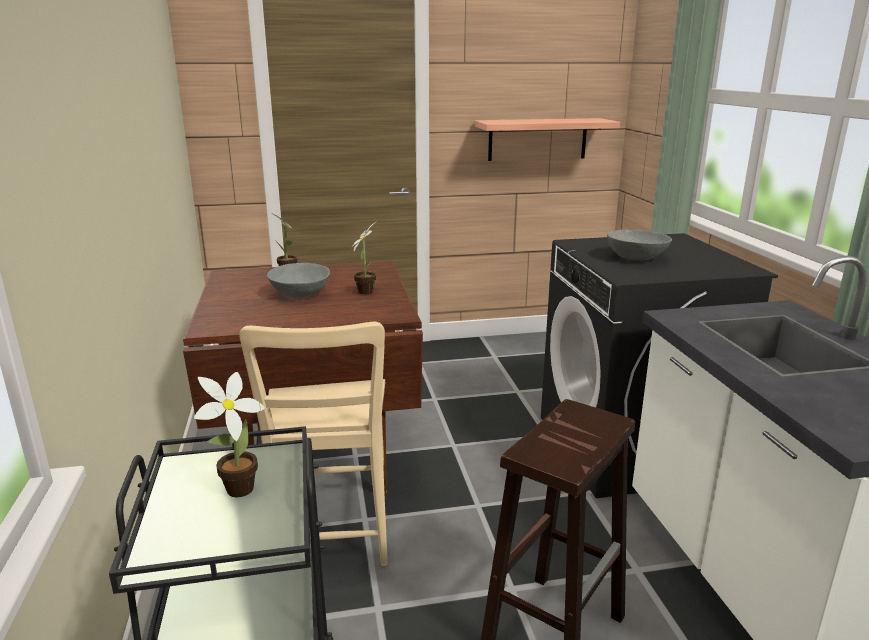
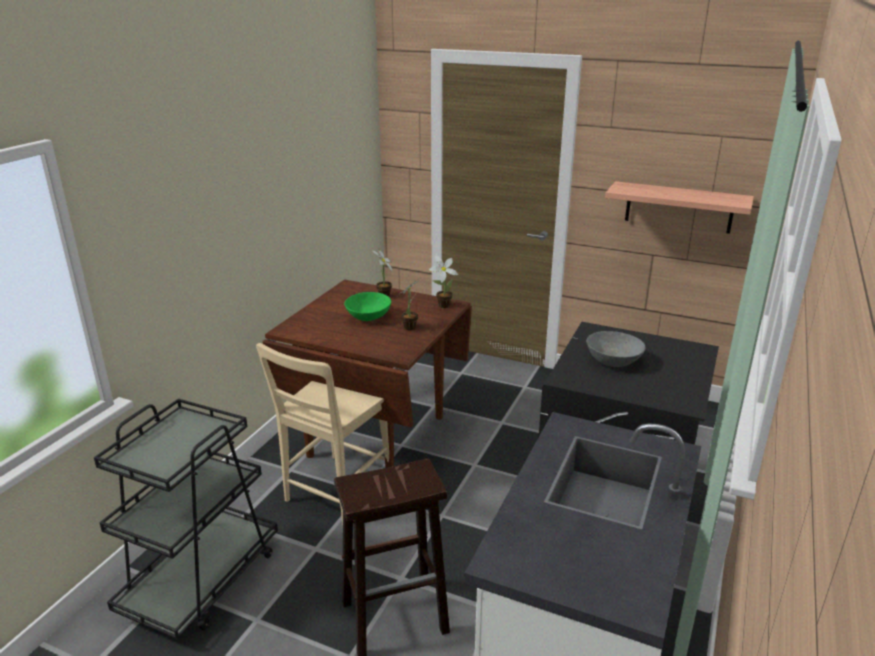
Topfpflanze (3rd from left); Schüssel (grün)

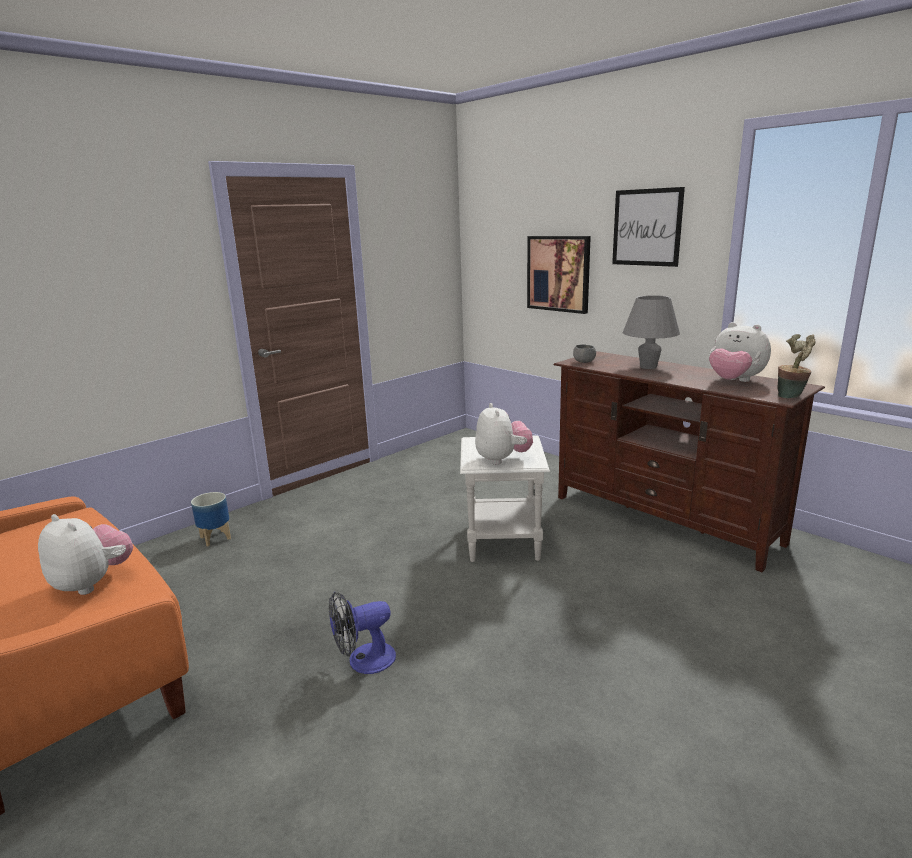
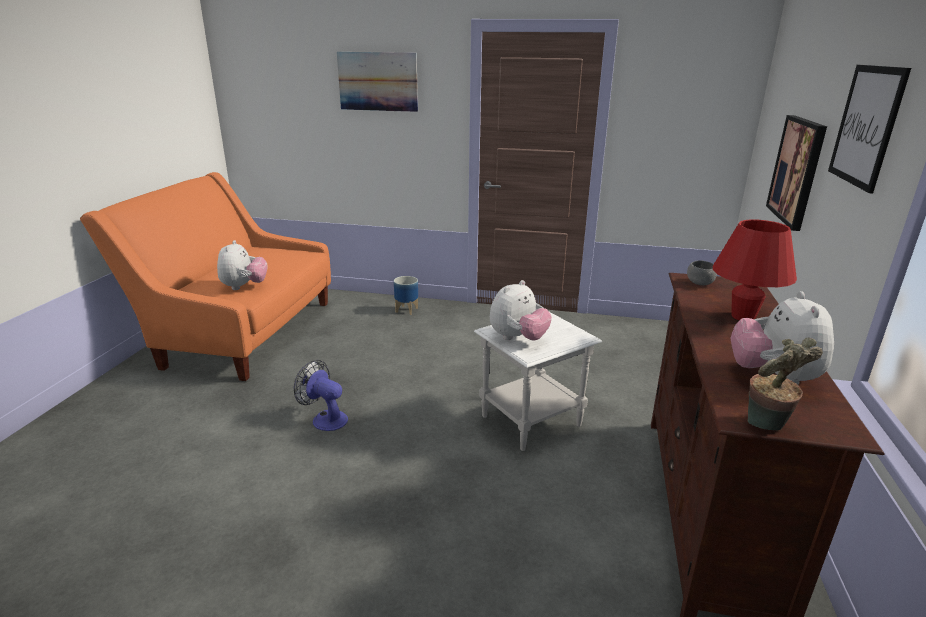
Bild (1st from left); Tischlampe (rot)

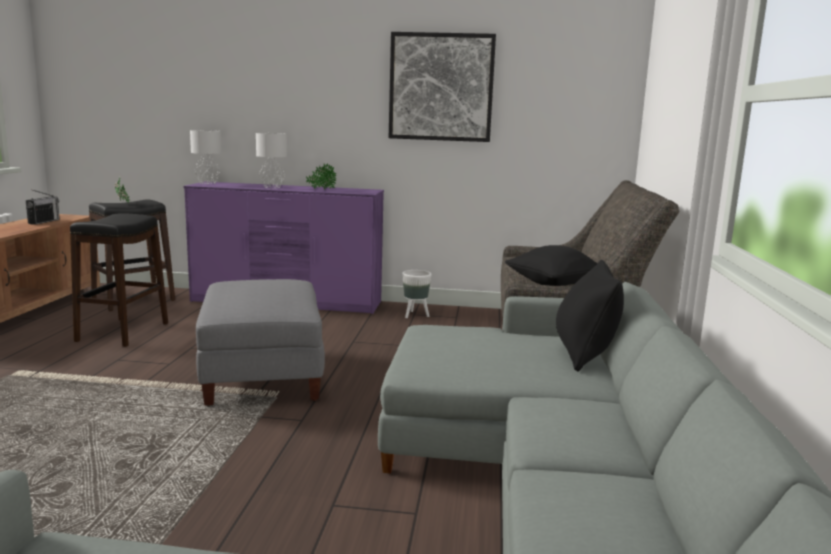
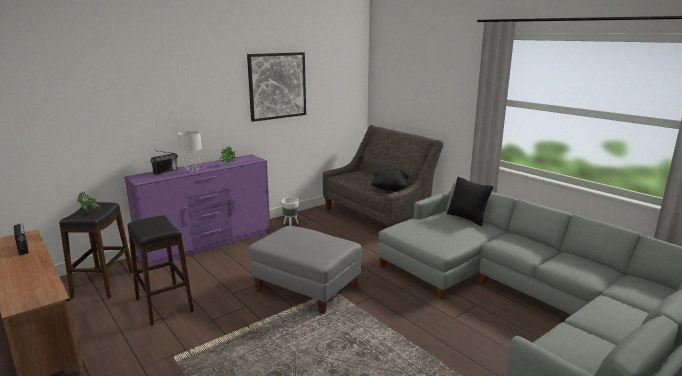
Tischlampe (grau) (1st from left in the first image); Radio (2nd from left)

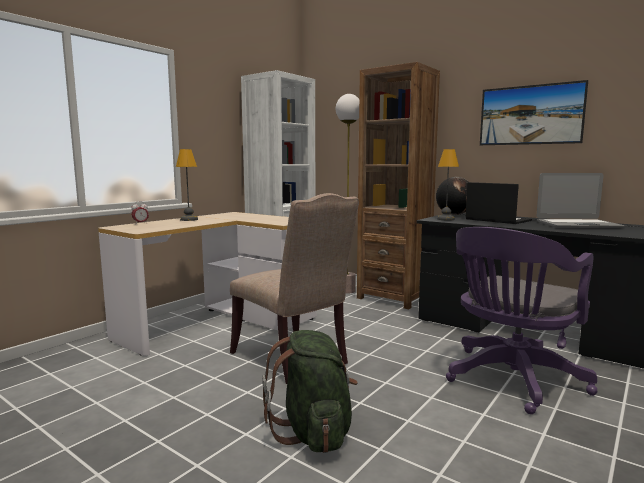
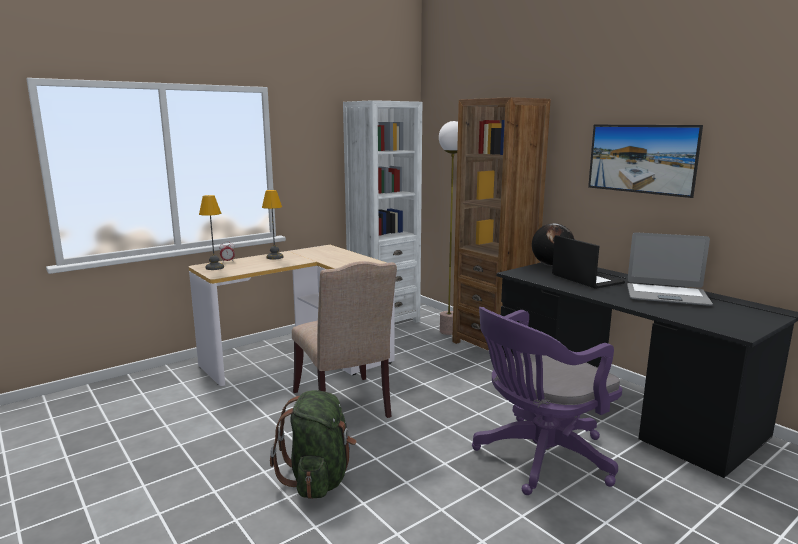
Tischlampe (1st from left)

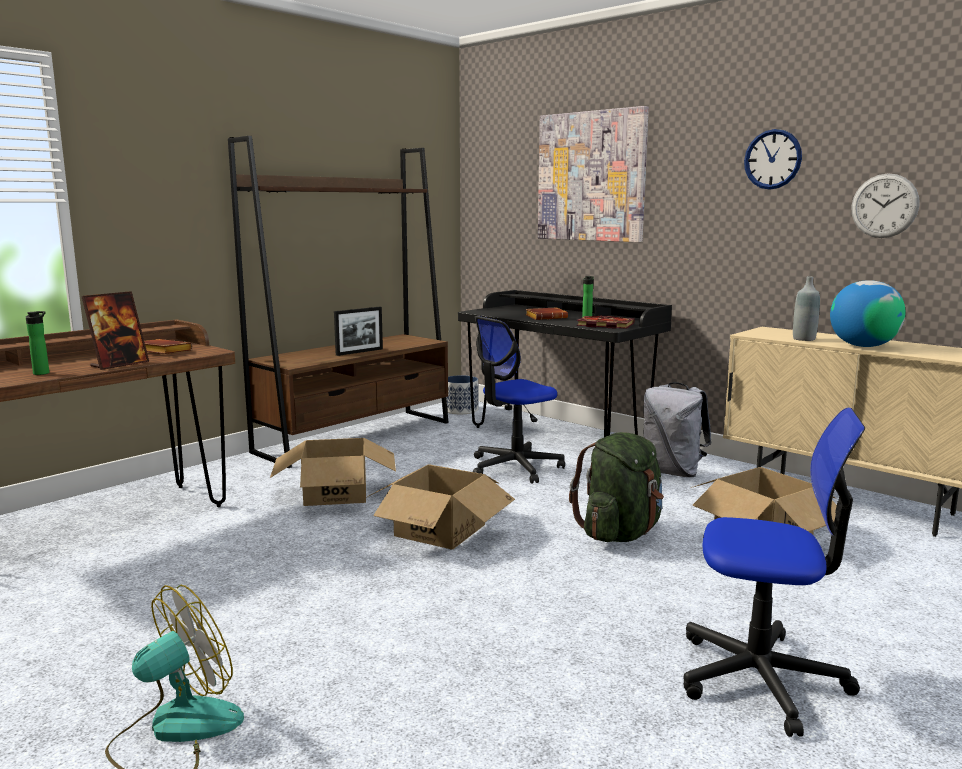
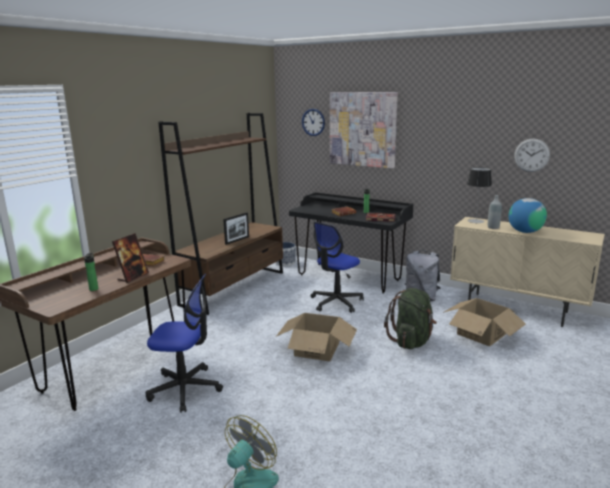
Karton (1st from left in the first image); Tischlampe; Bürostuhl (1st from left); Wanduhr (1st from left)

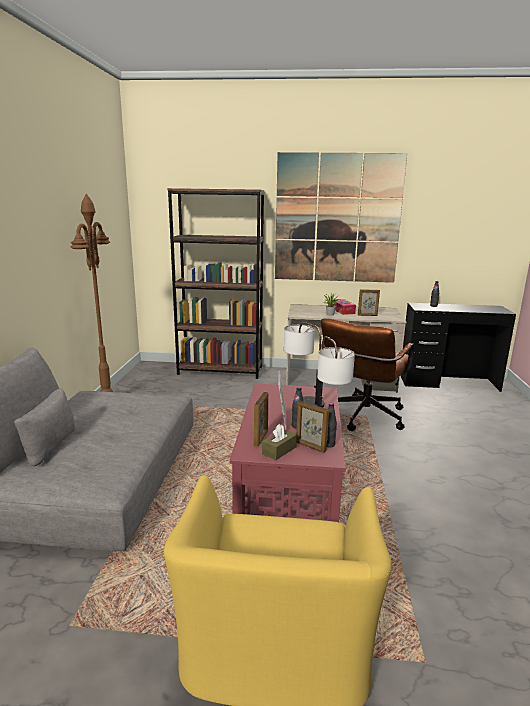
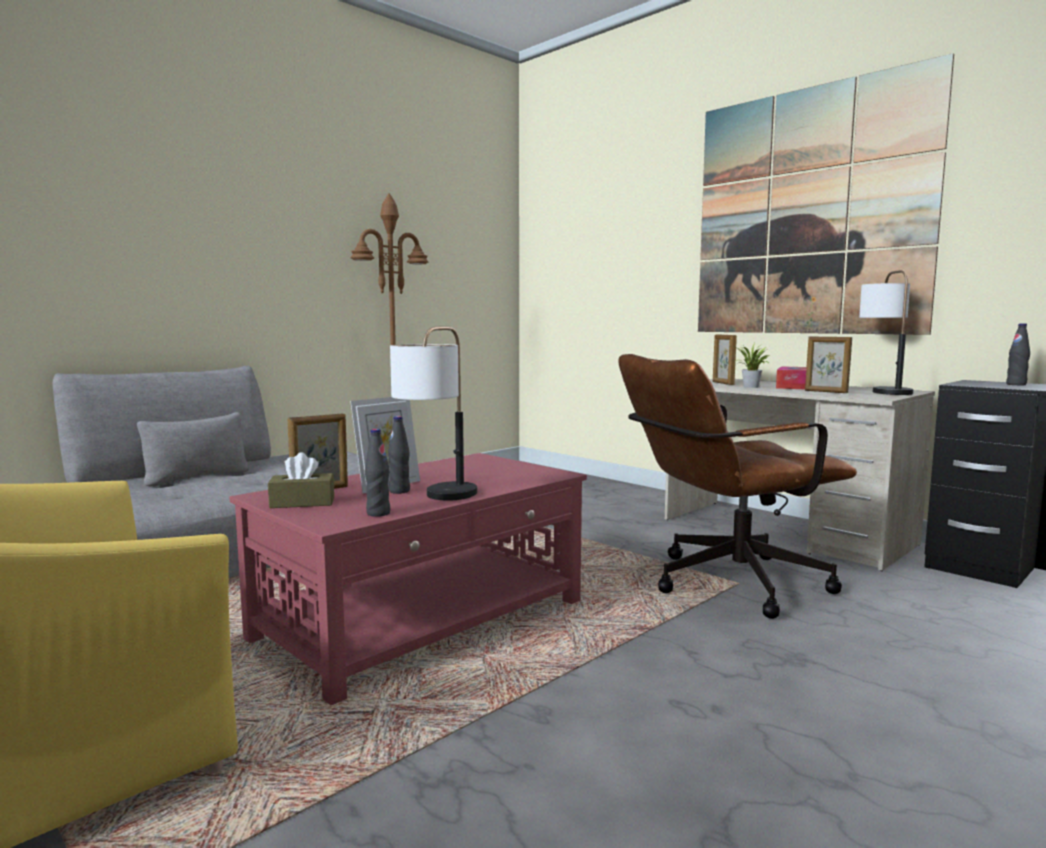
Bücherregal (braun); Tischlampe (2nd from left); Bilderrahmen (3rd from left)

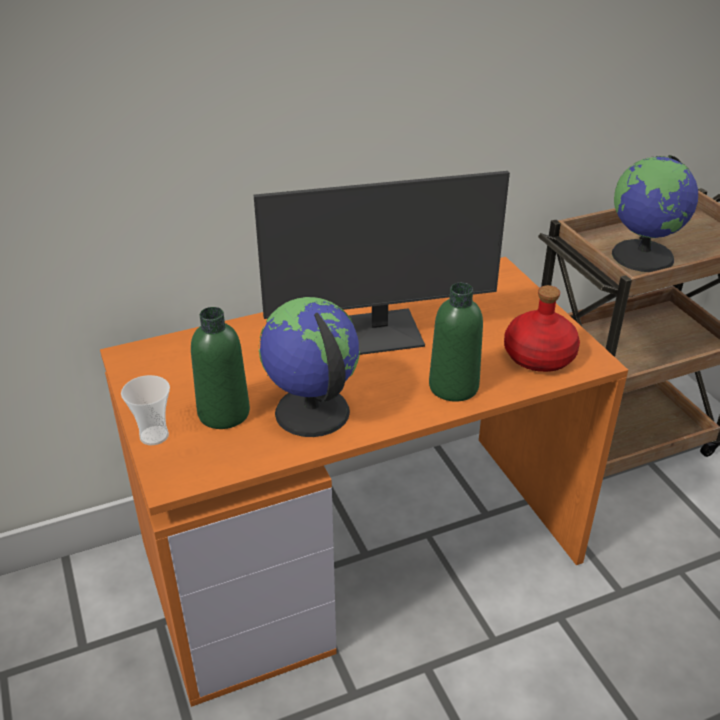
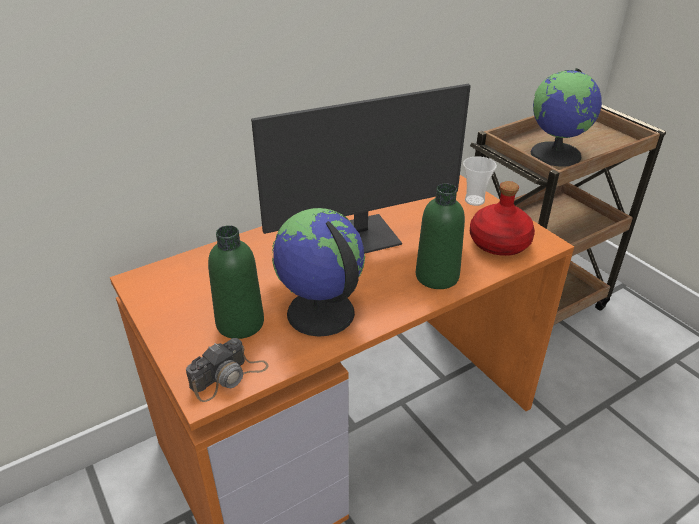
Kamera; Tasse

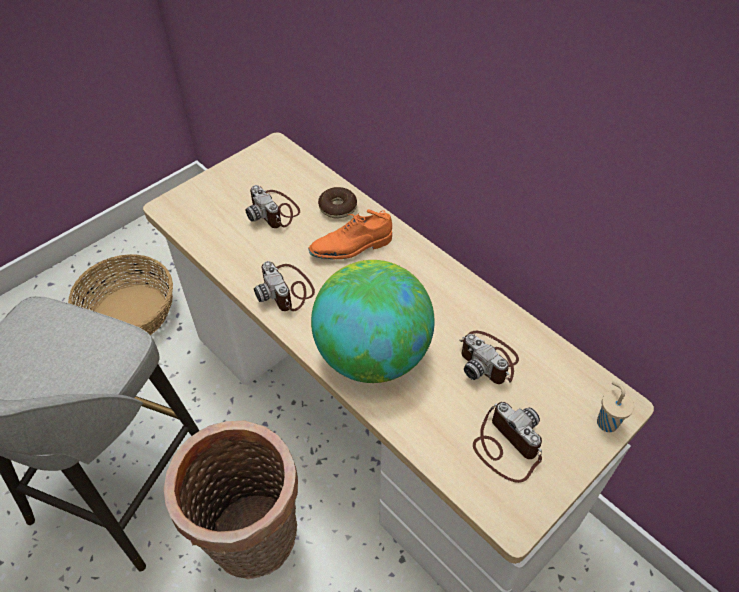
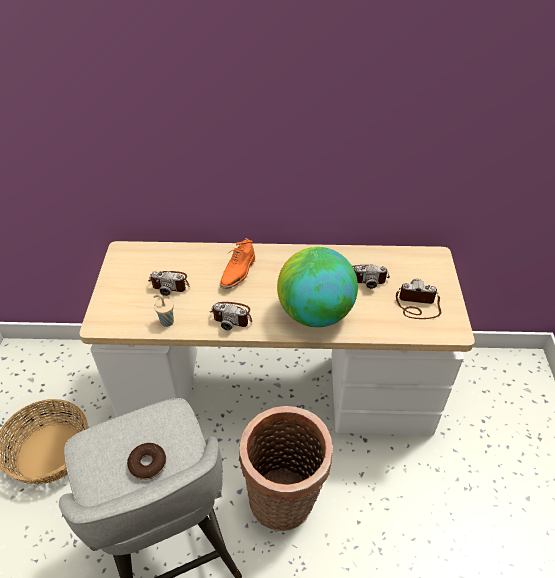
Donut; Tasse (beige)

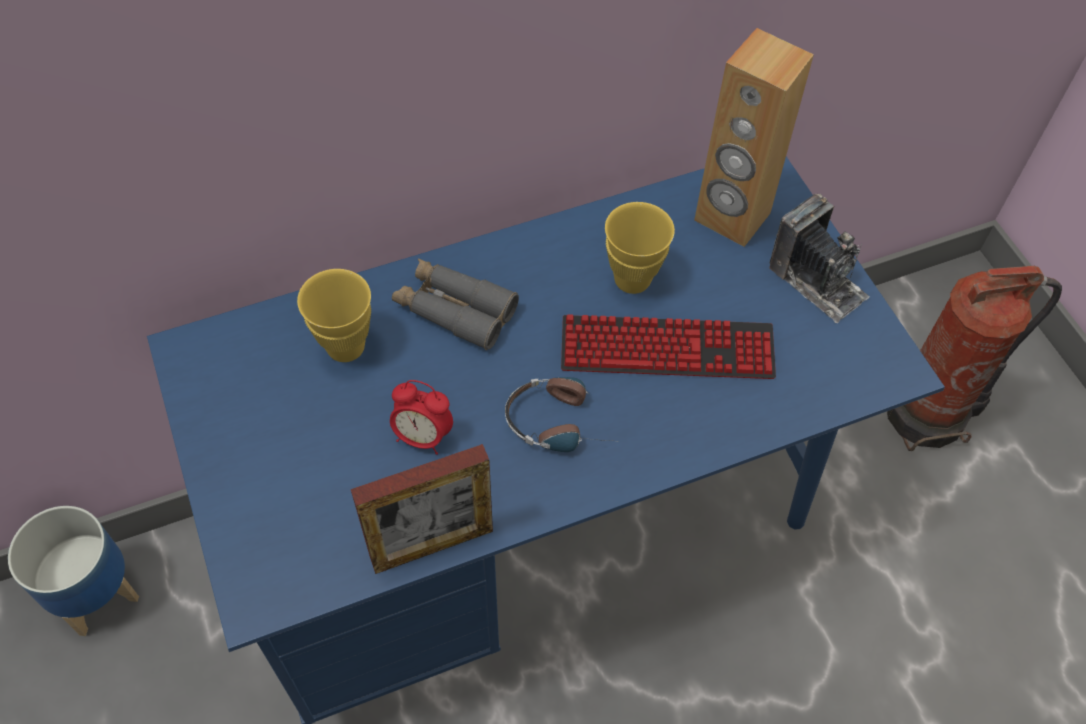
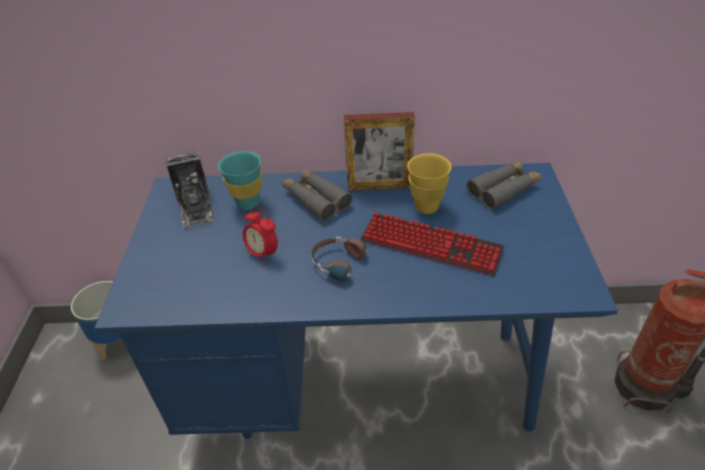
Bilderrahmen; Kamera; Fernglas (grau) (2nd from left); Tasse (türkis)

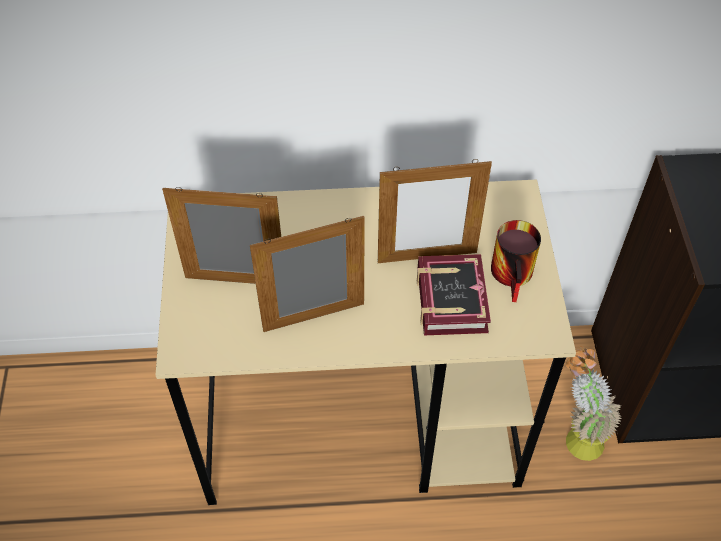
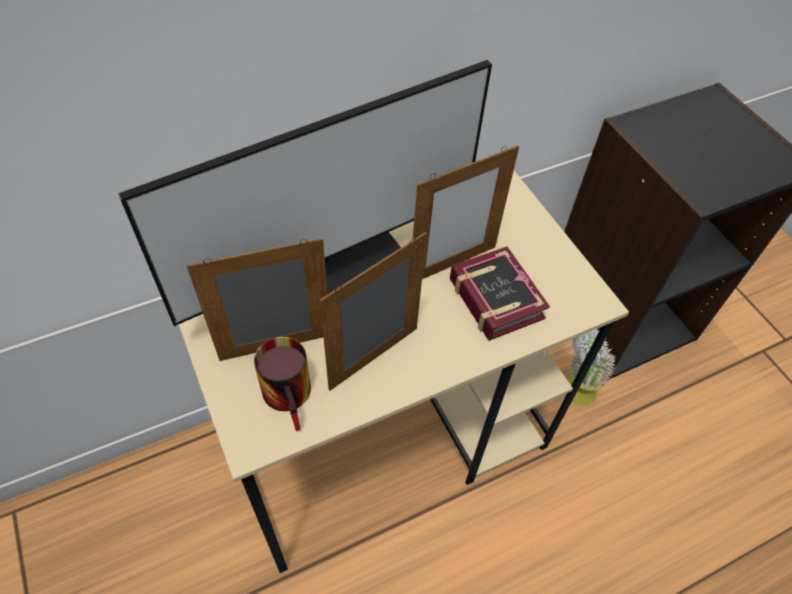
Monitor; Henkelbecher

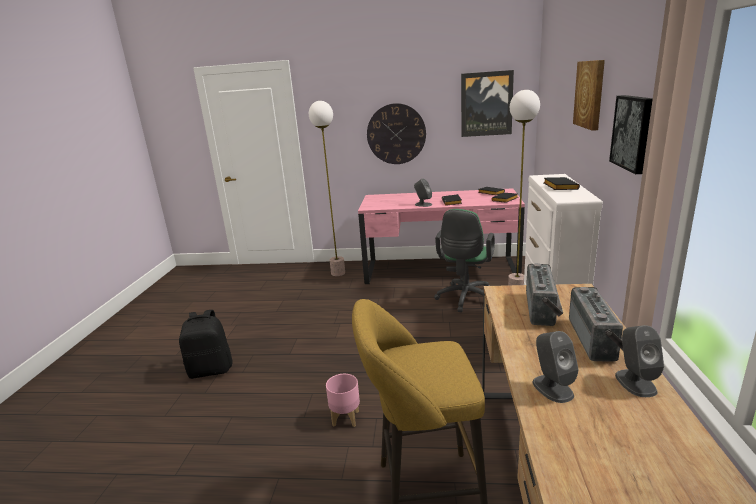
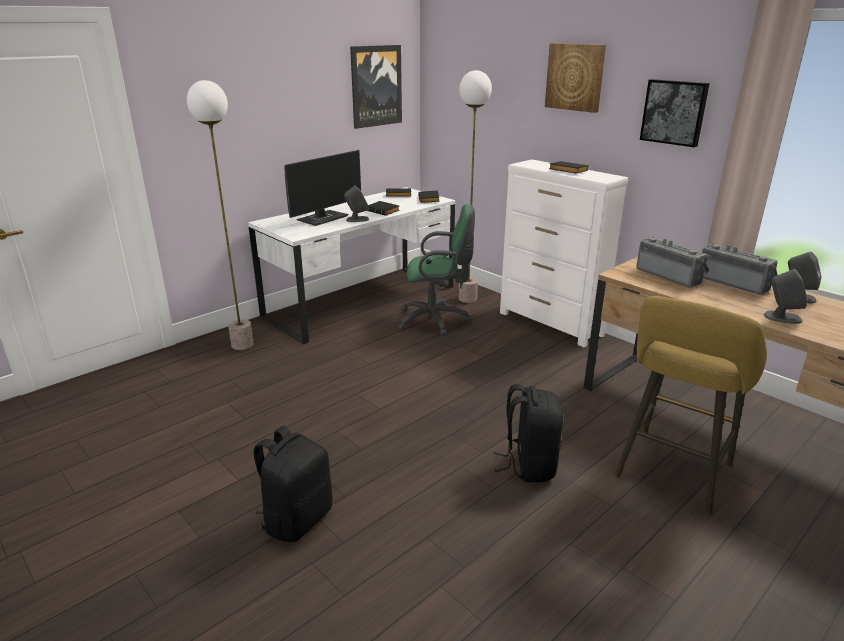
Wanduhr; Monitor; Rucksack (schwarz) (2nd from left); Schreibtisch (weiß); Bürostuhl (grün)

